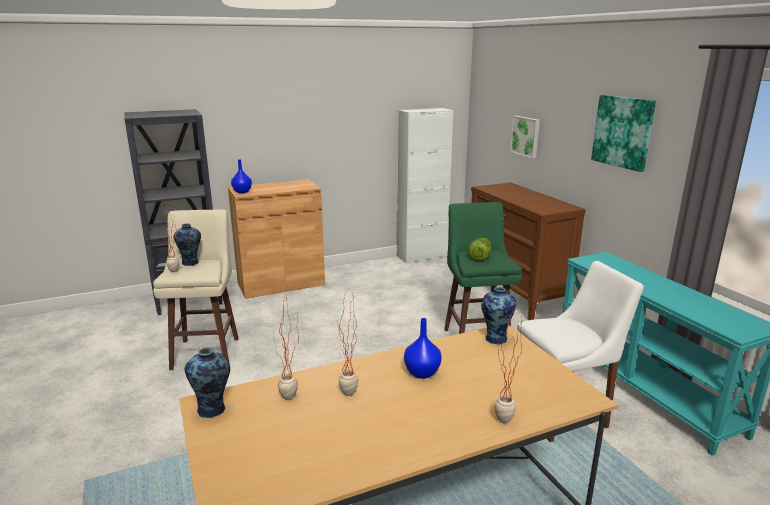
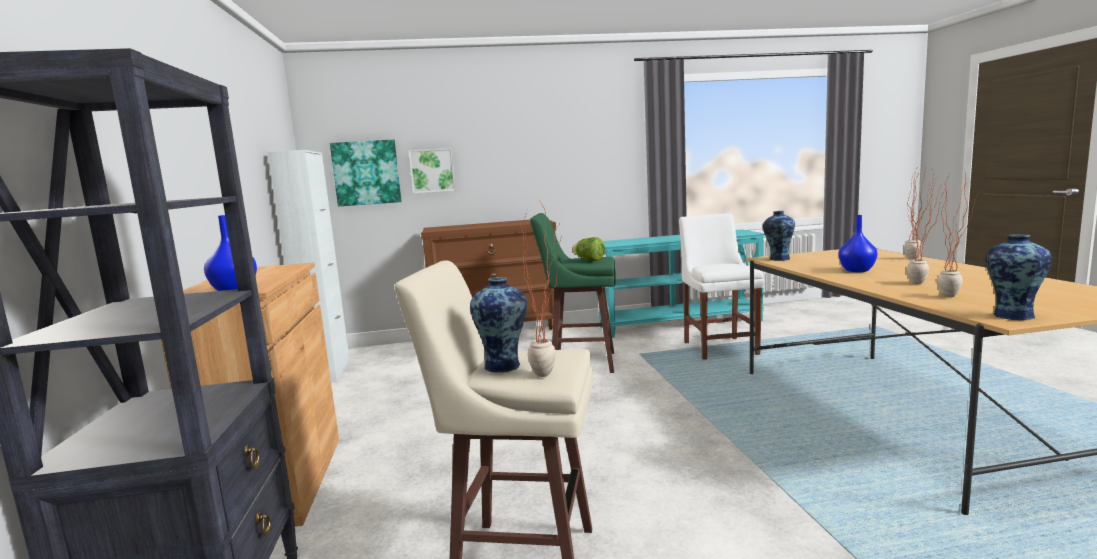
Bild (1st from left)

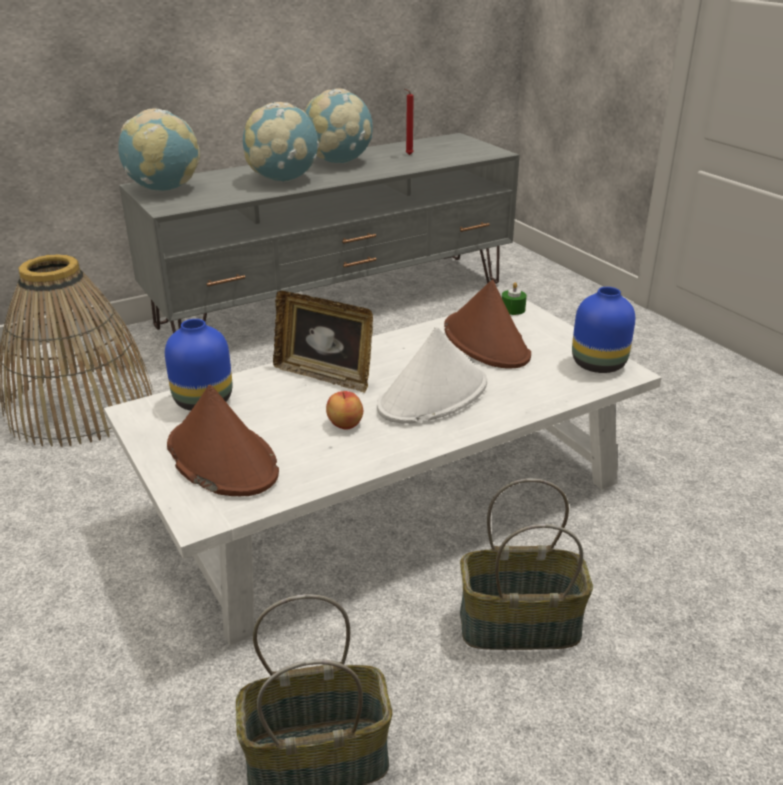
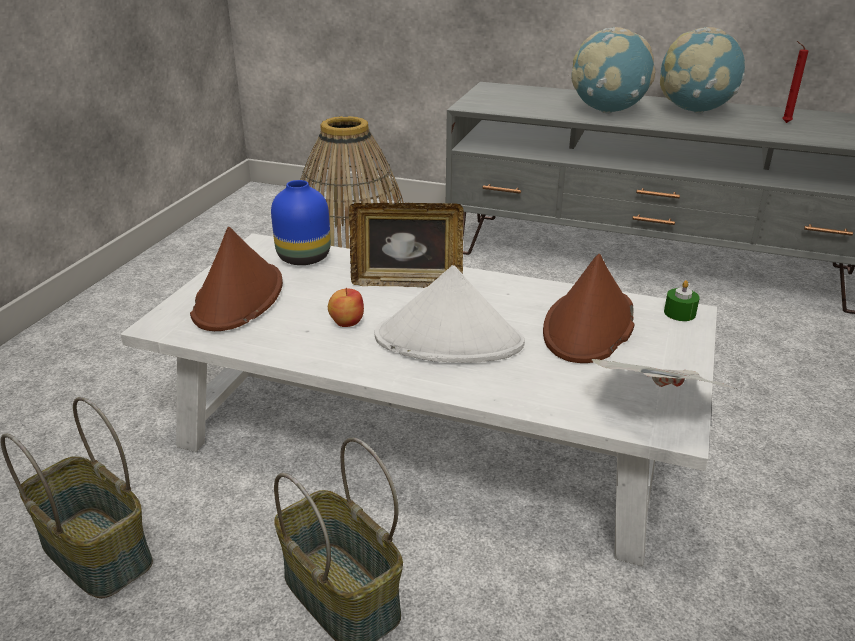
Globus (1st from left in the first image); Zeitung; Bilderrahmen

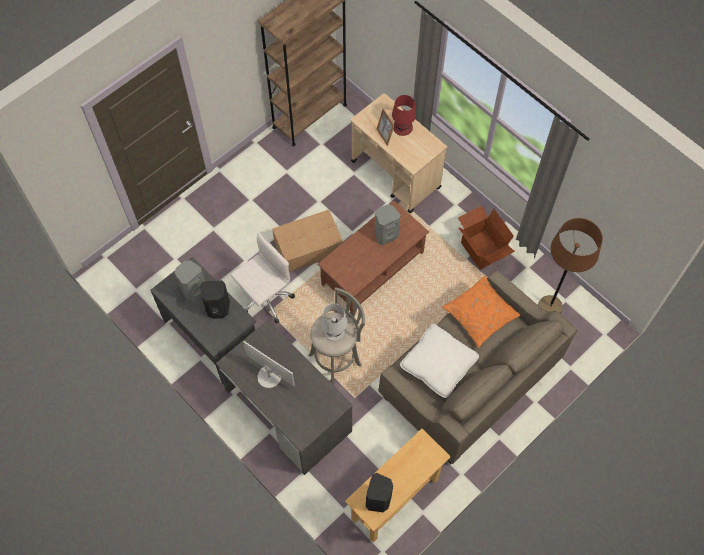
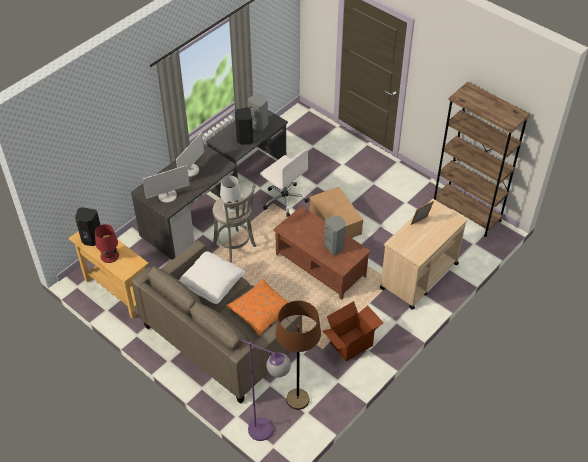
Monitor (1st from left); Stehlampe (lila); Tischlampe (rot)

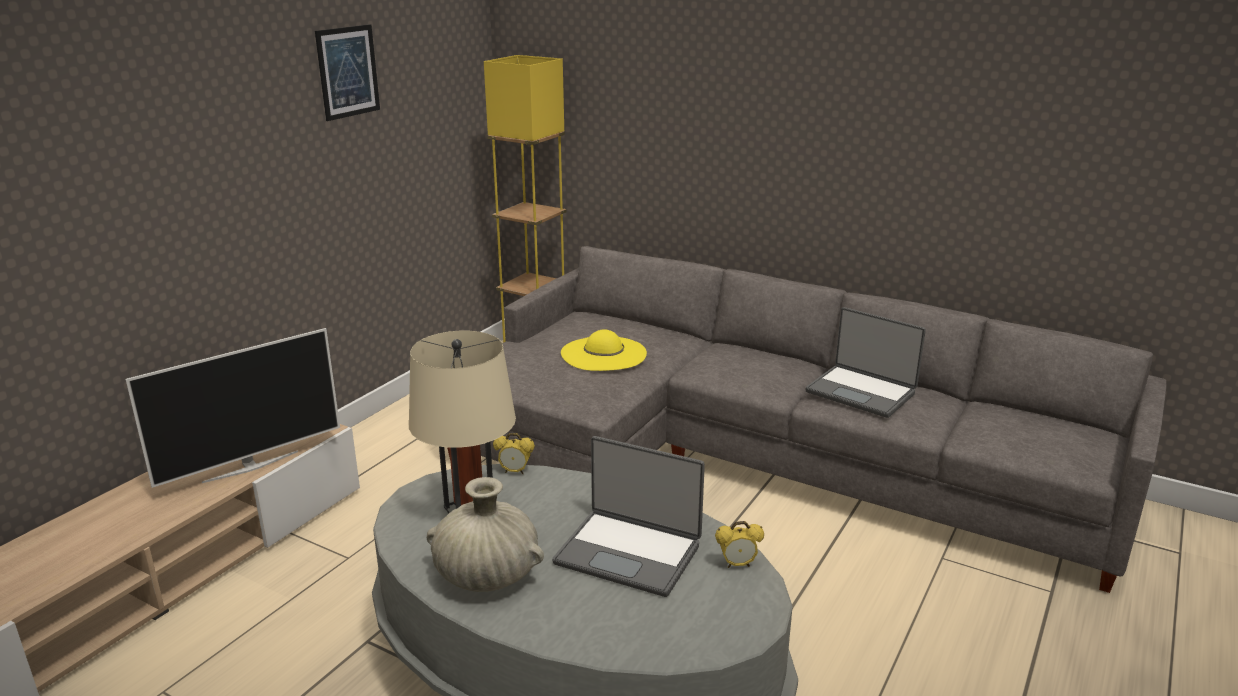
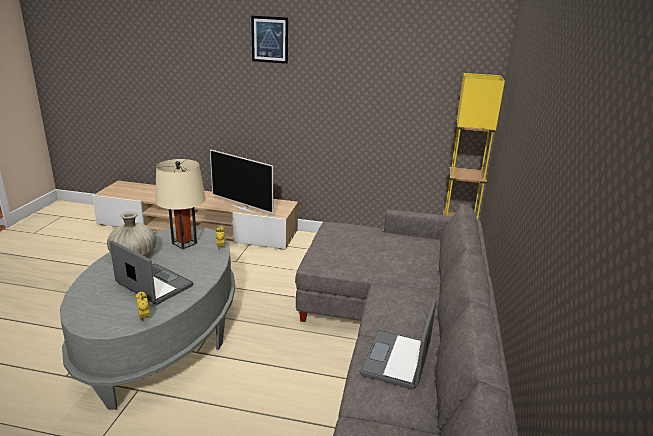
Hut (gelb); Bild; Laptop (1st from left)

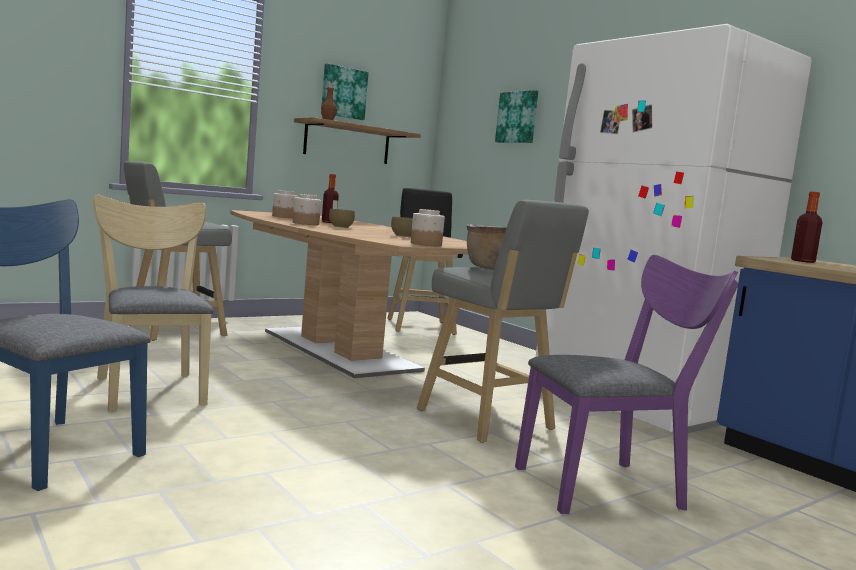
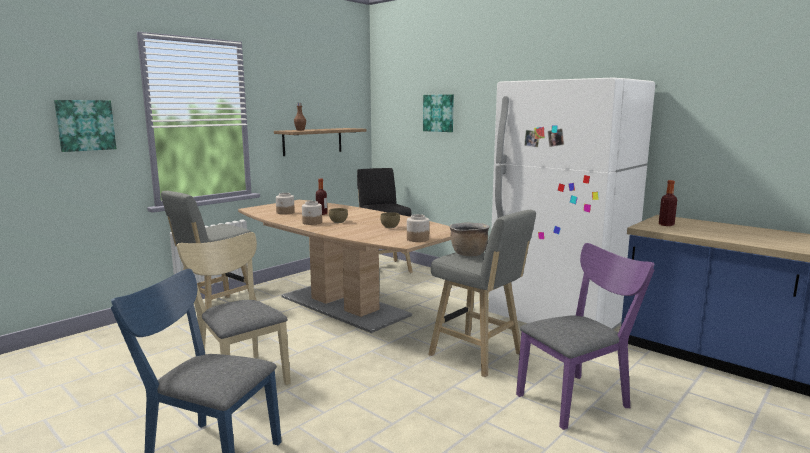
Bild (1st from left)

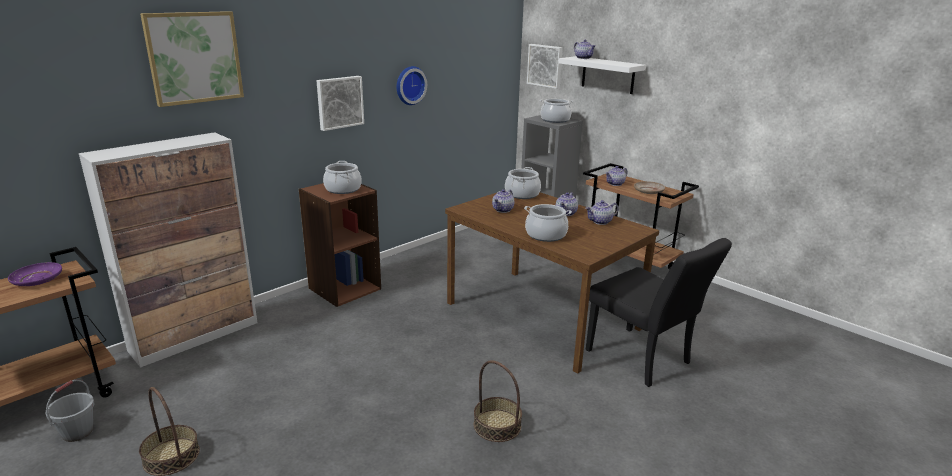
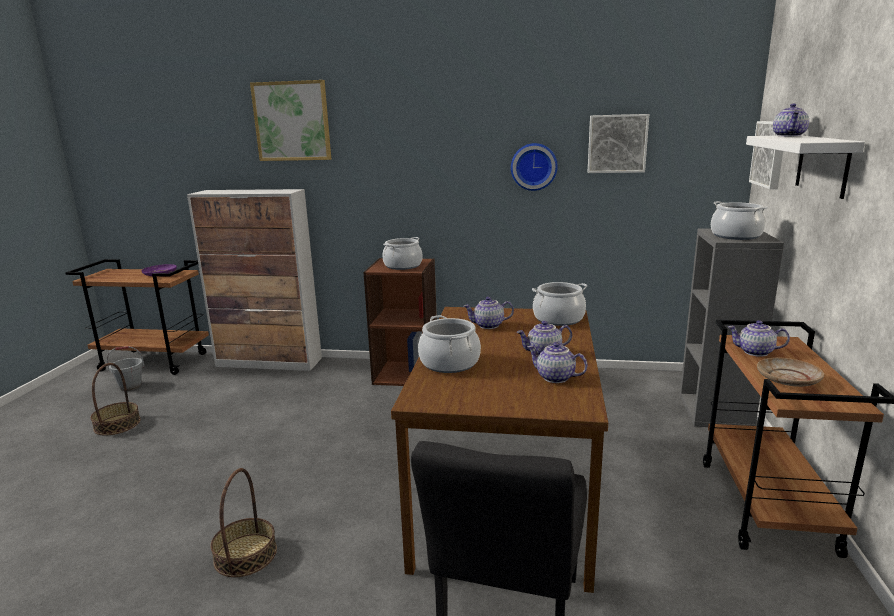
Bild (2nd from left)

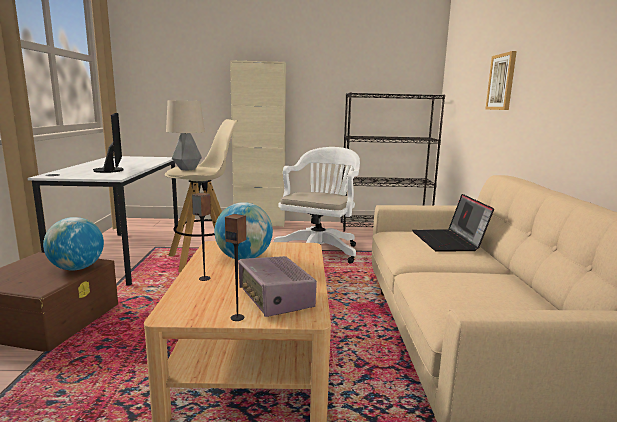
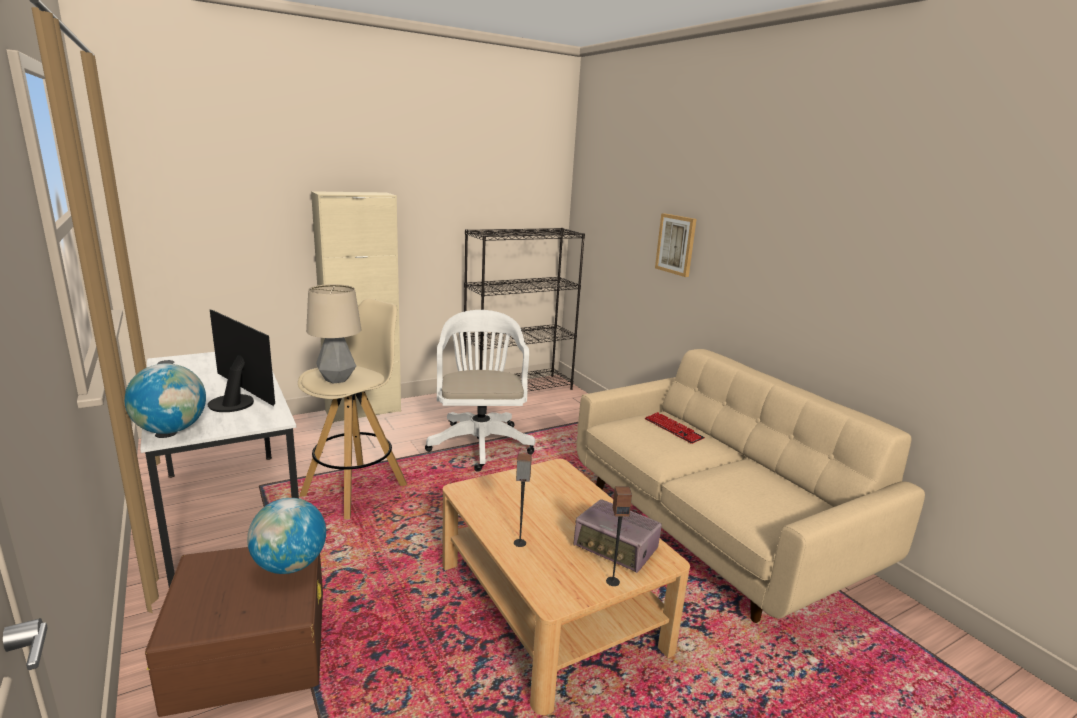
Globus (1st from left); Tastatur

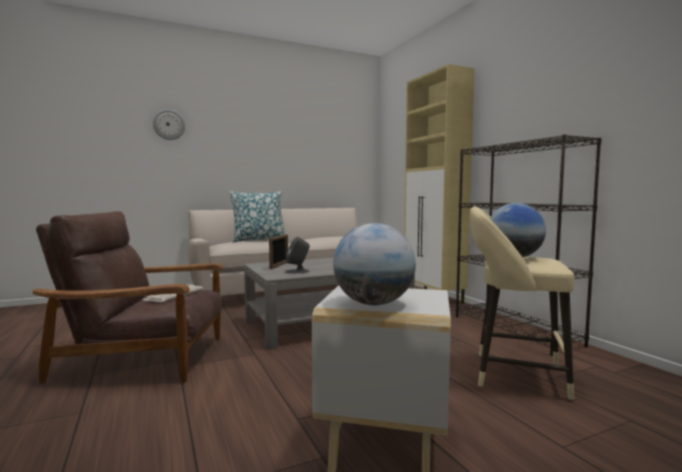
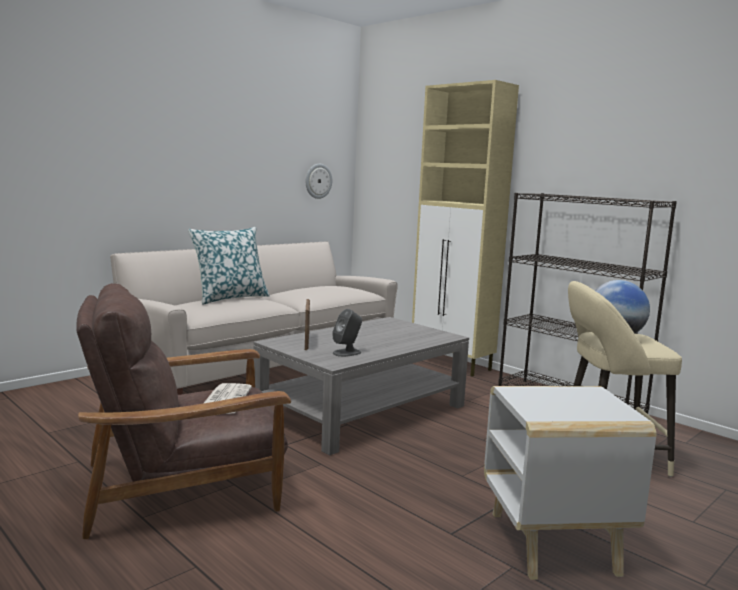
Globus (1st from left in the first image); Wanduhr

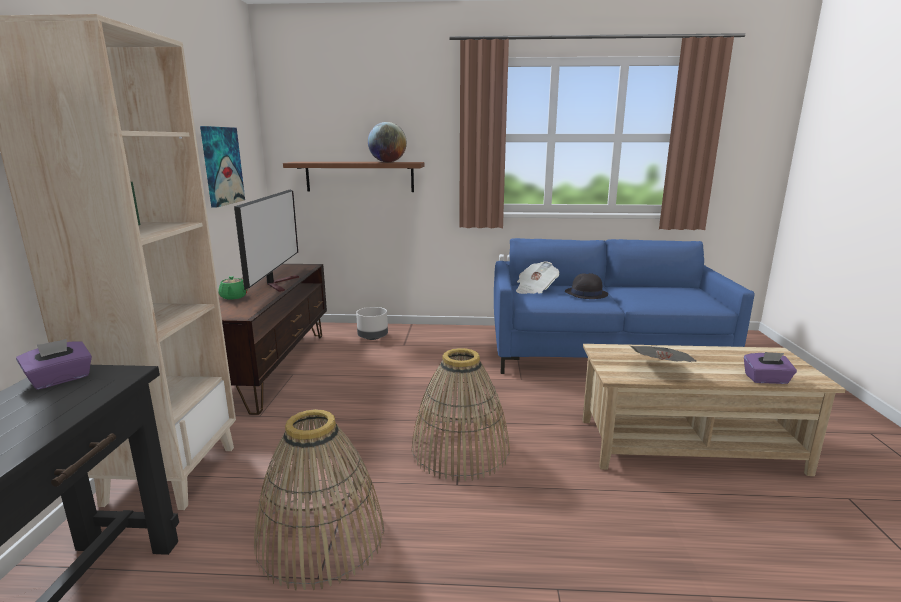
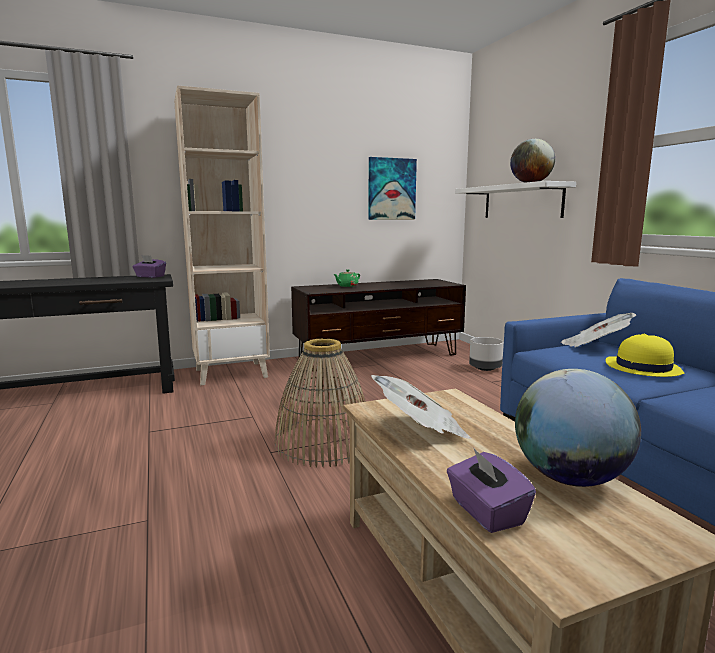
Fernseher; Korb (1st from left in the first image); Globus (2nd from left); Wandregal (weiß); Hut (gelb)

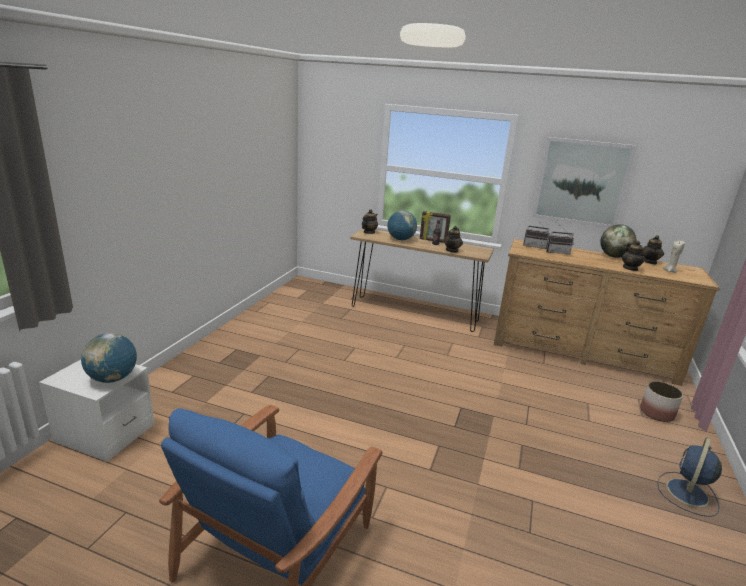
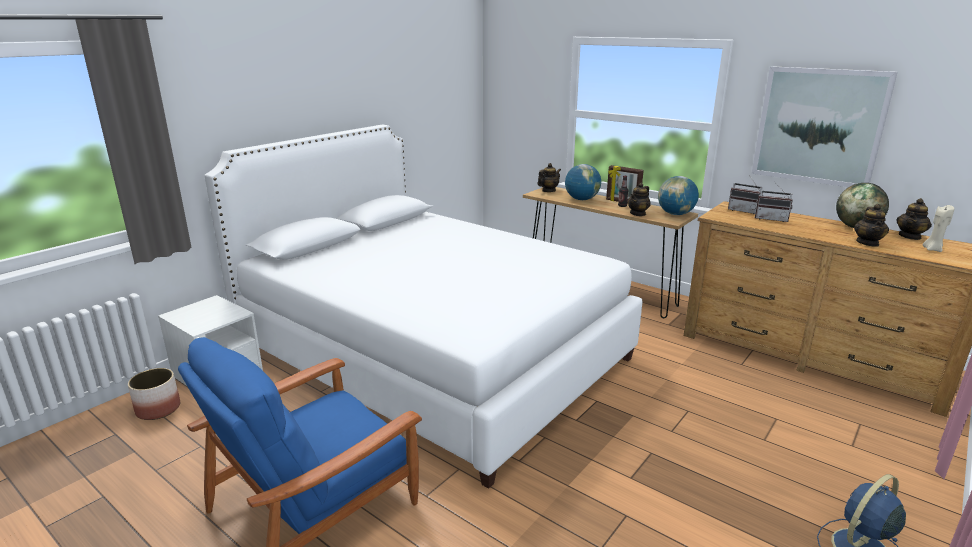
Bett (weiß); Globus (2nd from left); Pflanzkübel

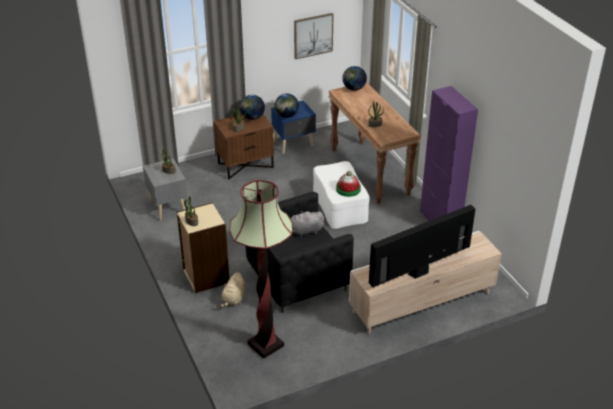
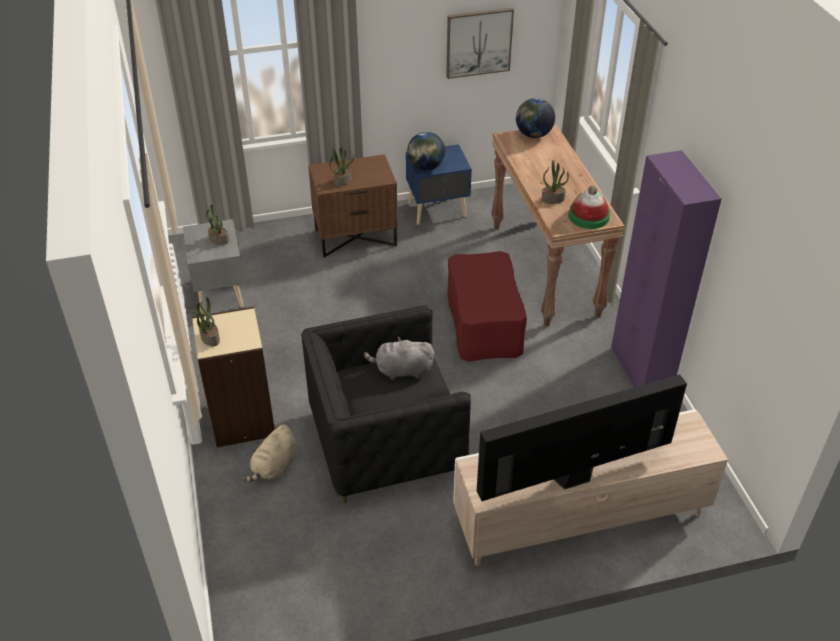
Stehlampe; Globus (1st from left in the first image); Hut; Polsterhocker (rot)

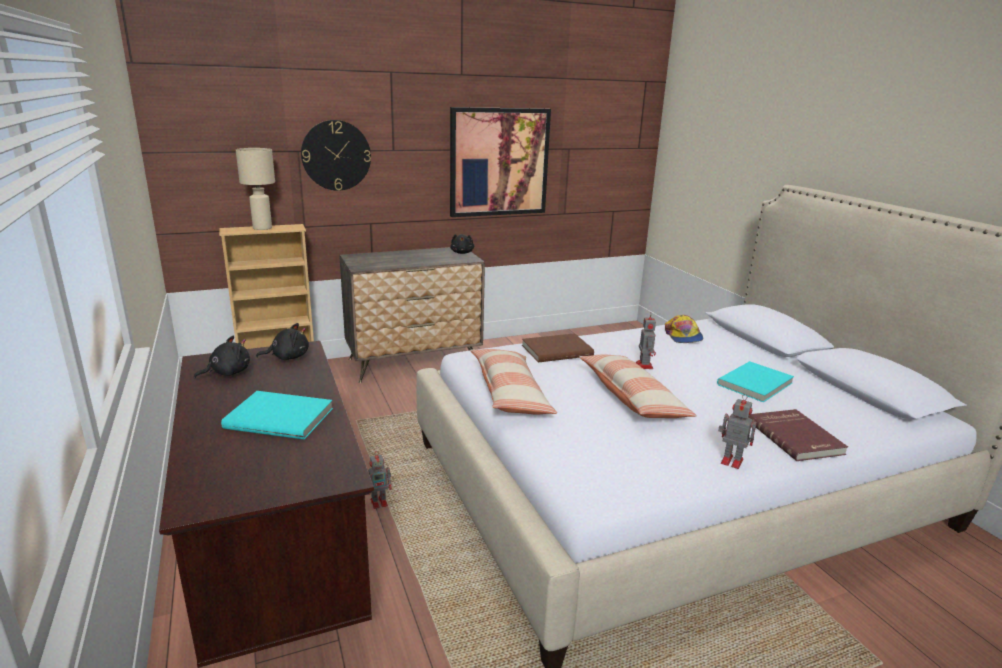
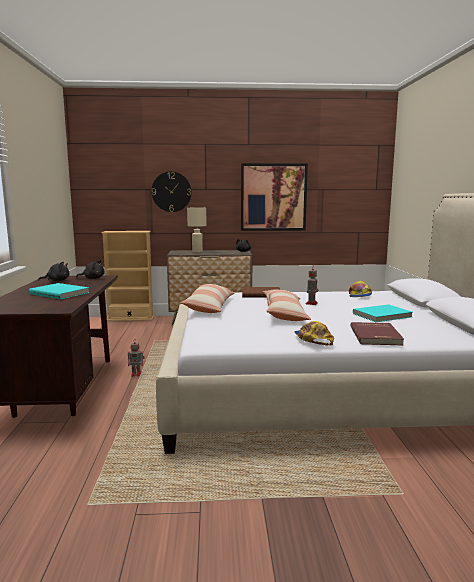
Tischlampe (beige); Kappe (1st from left)

